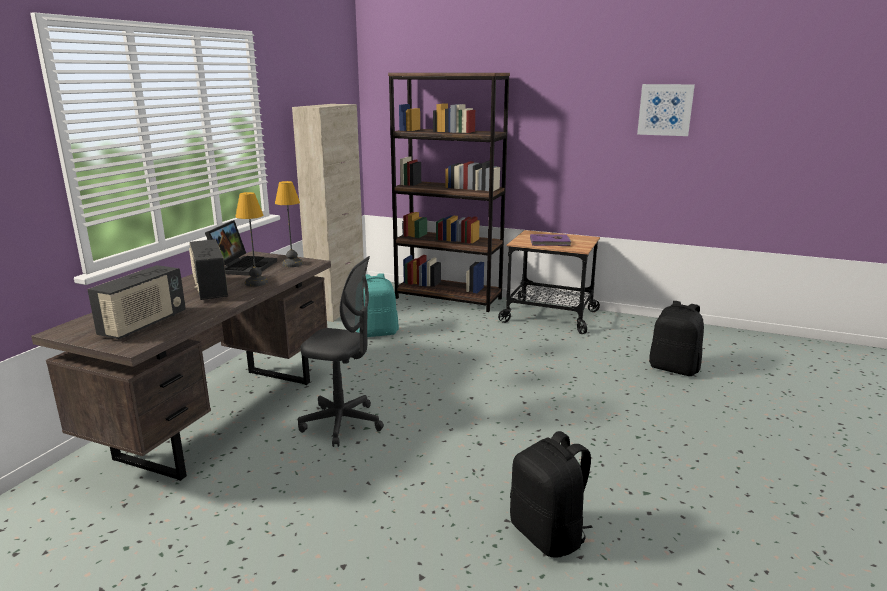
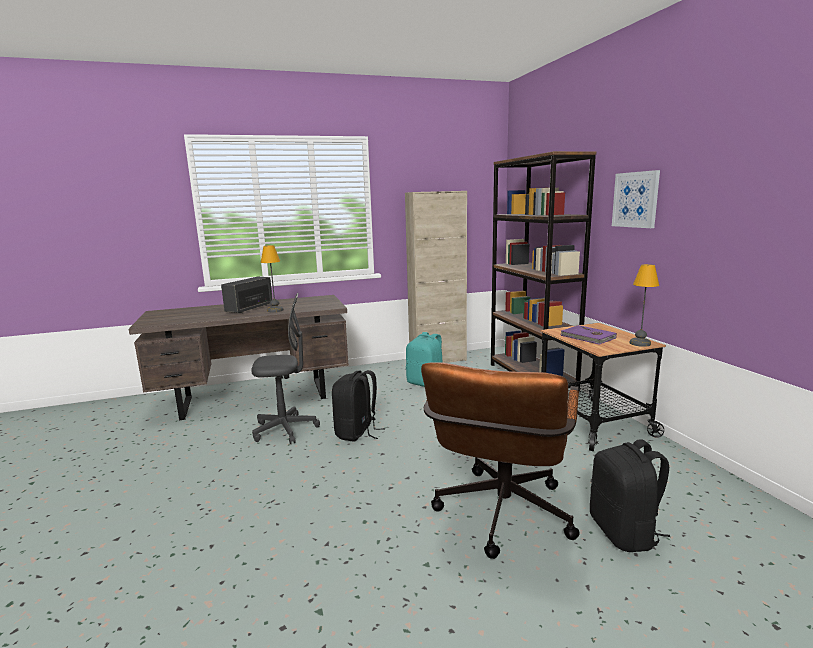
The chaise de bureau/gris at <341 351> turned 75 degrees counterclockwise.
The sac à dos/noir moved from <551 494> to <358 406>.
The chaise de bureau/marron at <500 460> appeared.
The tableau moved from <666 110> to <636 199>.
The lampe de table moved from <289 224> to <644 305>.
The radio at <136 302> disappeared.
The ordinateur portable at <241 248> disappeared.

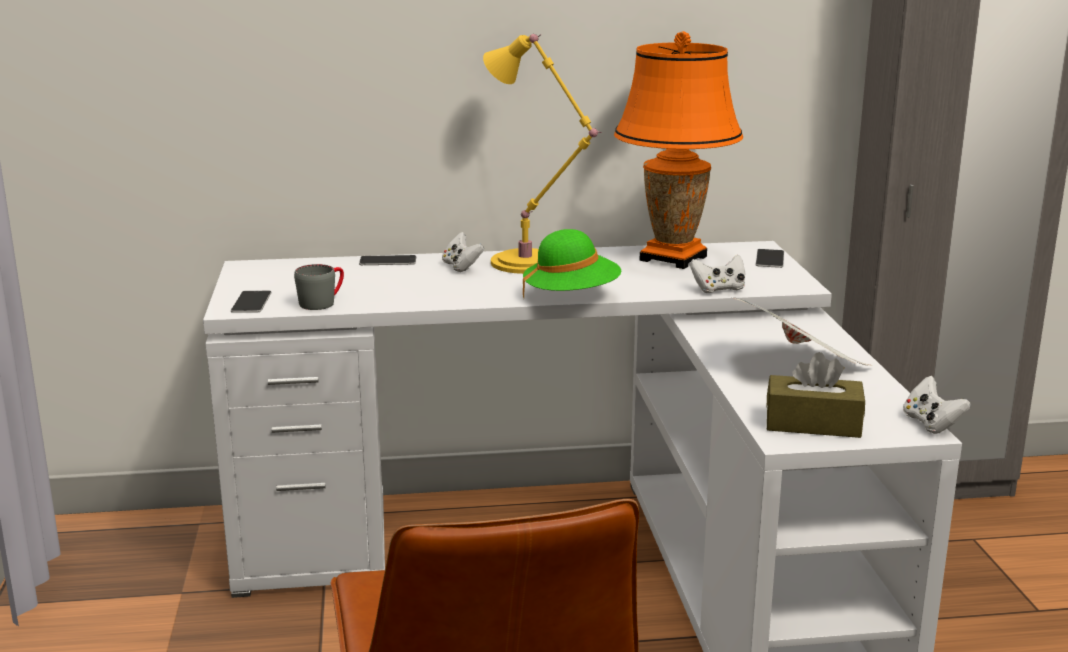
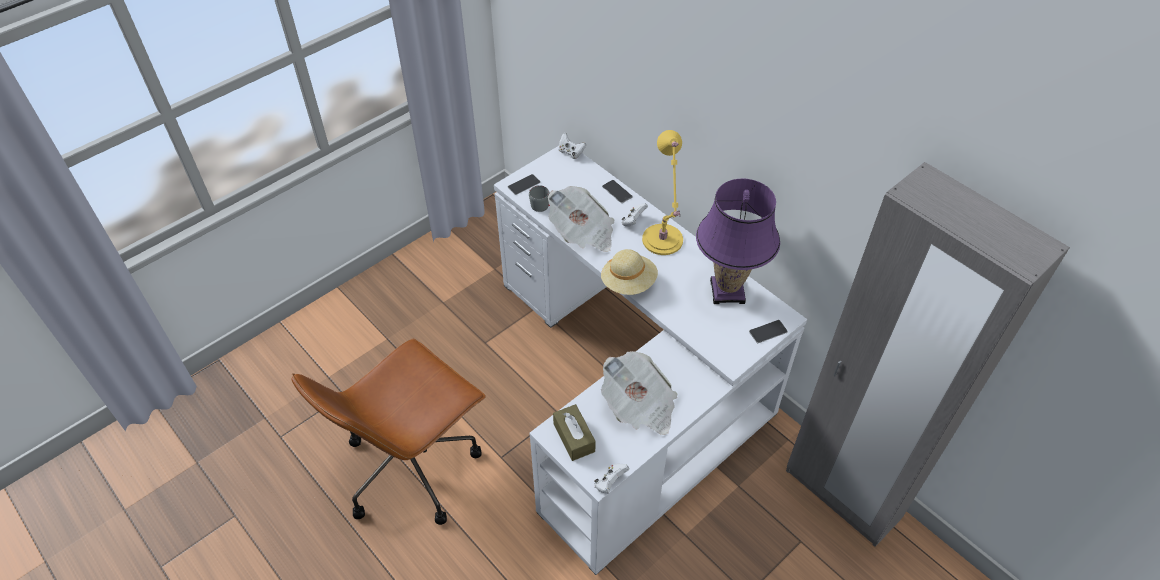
The journal at <581 219> appeared.
The manette/blanc moved from <717 274> to <572 146>.
The chapeau/vert at <572 263> became the chapeau/beige at <629 272>.
The lampe de table/orange at <678 150> became the lampe de table/violet at <738 241>.

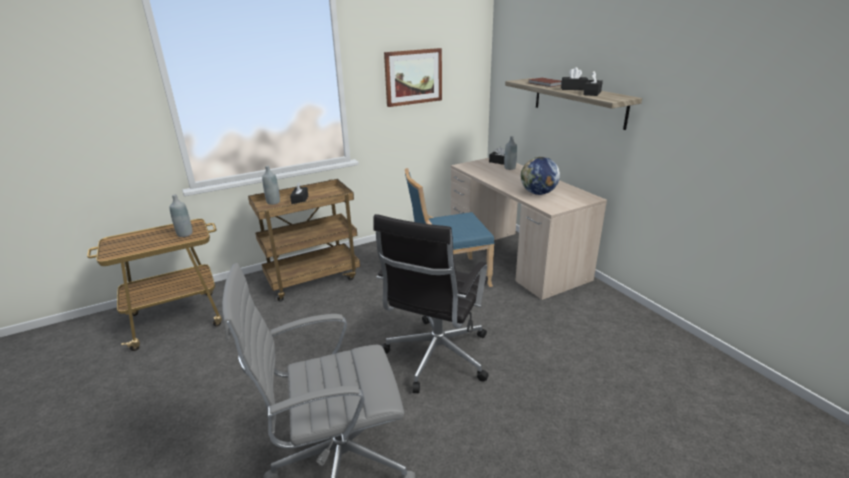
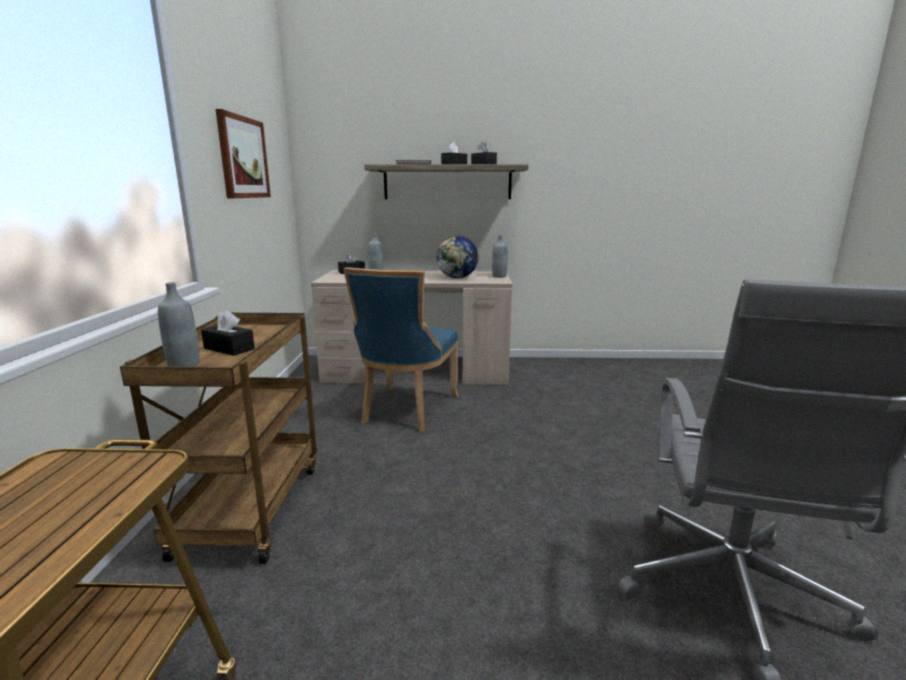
The bouteille/gris moved from <181 215> to <500 256>.
The chaise de bureau/noir at <431 303> disappeared.

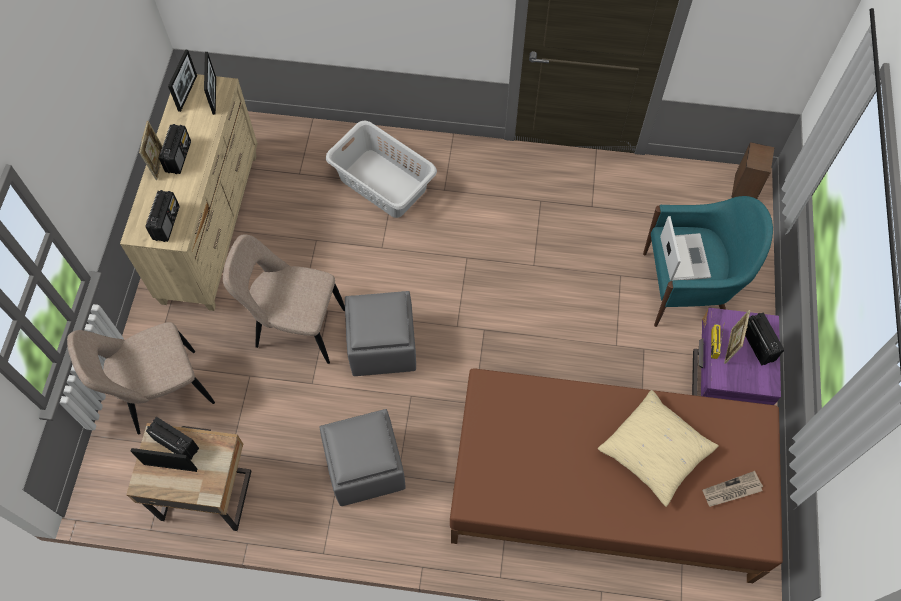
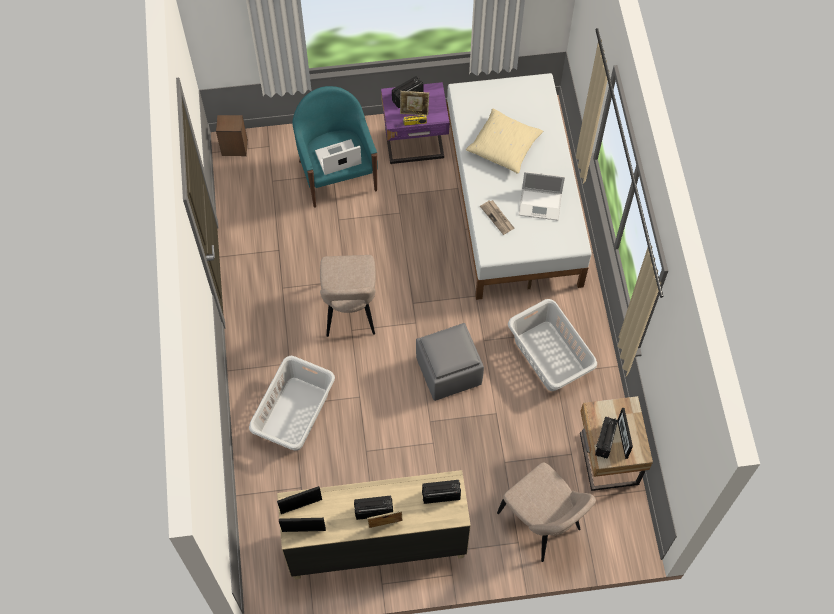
The chaise/beige moved from <284 299> to <348 296>.
The lit/marron at <616 475> became the lit/blanc at <519 186>.
The journal moved from <732 489> to <497 217>.
The pouf/gris at <362 457> was replaced by the panier à linge/gris at <552 345>.
The ordinateur portable at <542 196> appeared.

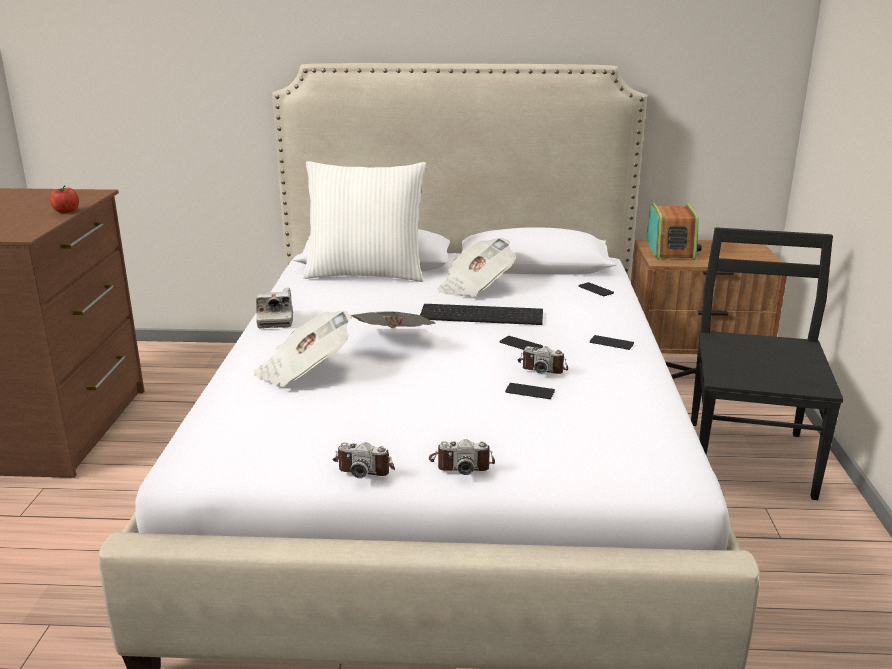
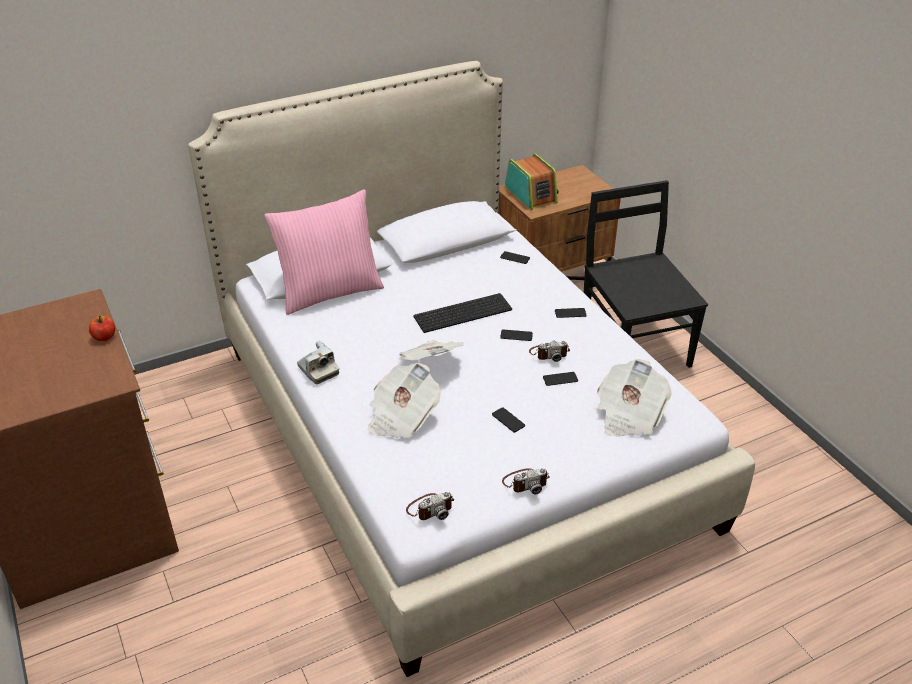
The coussin/blanc at <364 221> became the coussin/rose at <324 252>.
The appareil photo moved from <462 457> to <430 506>.
The téléphone at <508 420> appeared.
The journal moved from <477 267> to <634 398>.

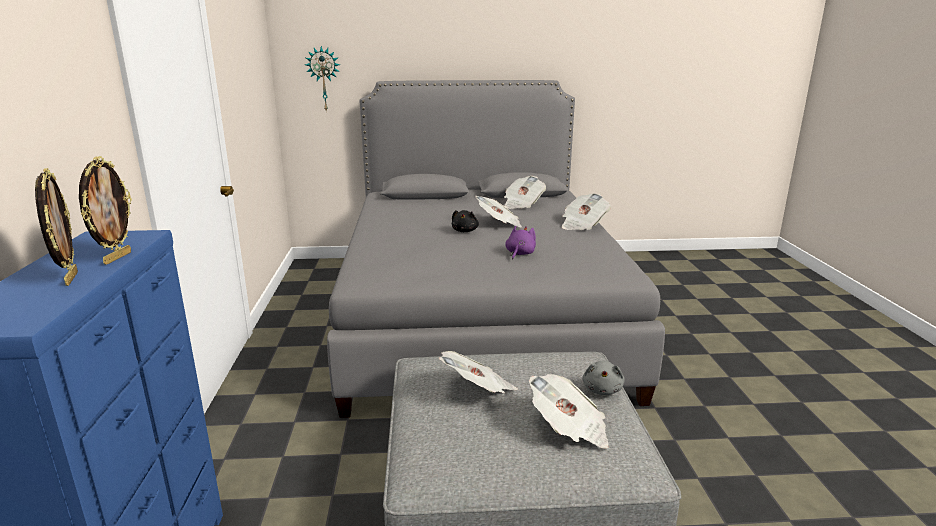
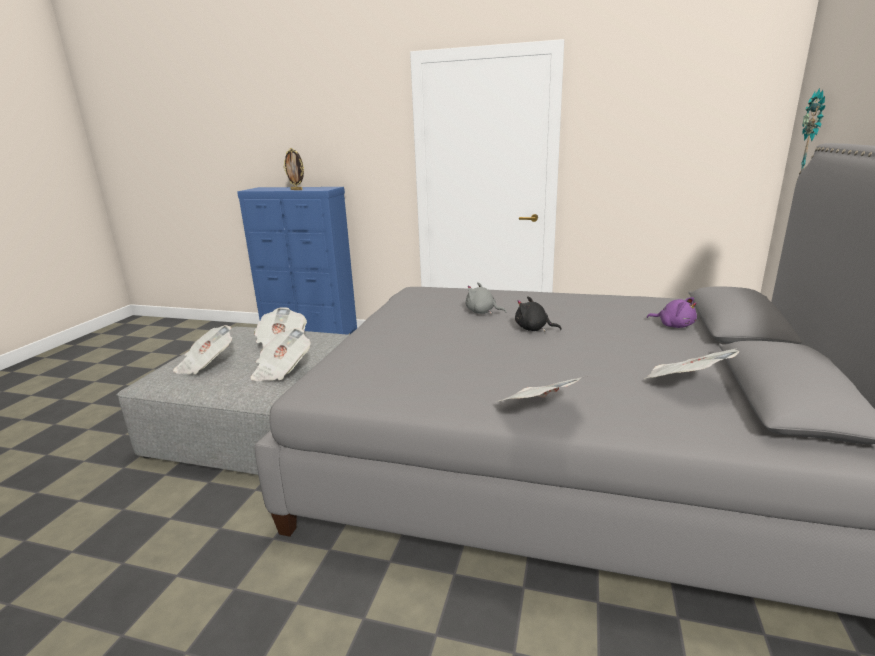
The journal moved from <498 212> to <281 354>.
The peluche/gris moved from <603 378> to <486 298>.
The peluche/violet moved from <520 242> to <672 312>.
The cadre photo at <56 227> disappeared.

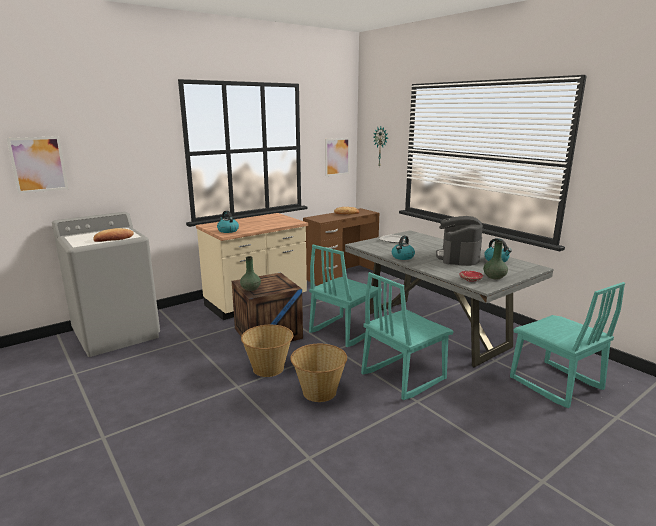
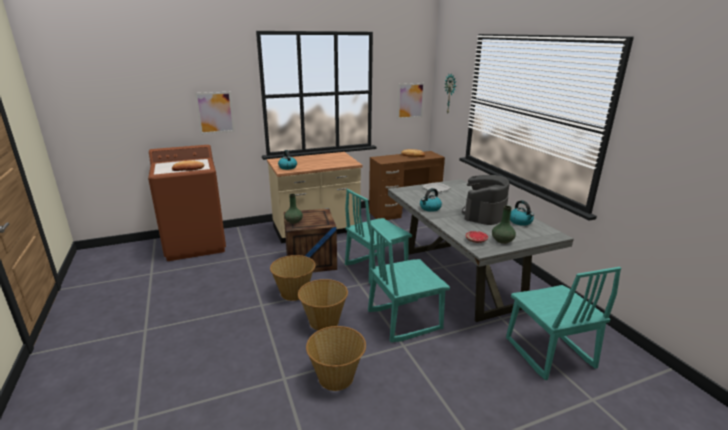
The lave-linge/gris at <106 284> became the lave-linge/marron at <187 203>.
The tableau moved from <37 165> to <215 113>.
The panier at <336 358> appeared.

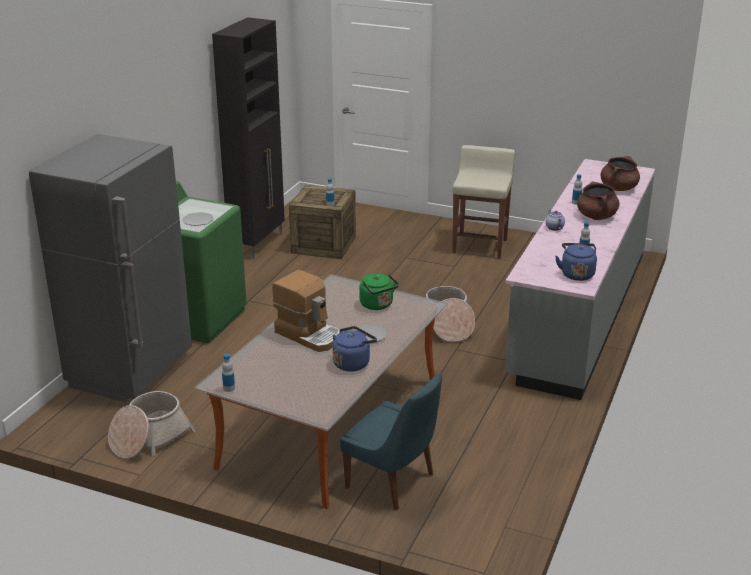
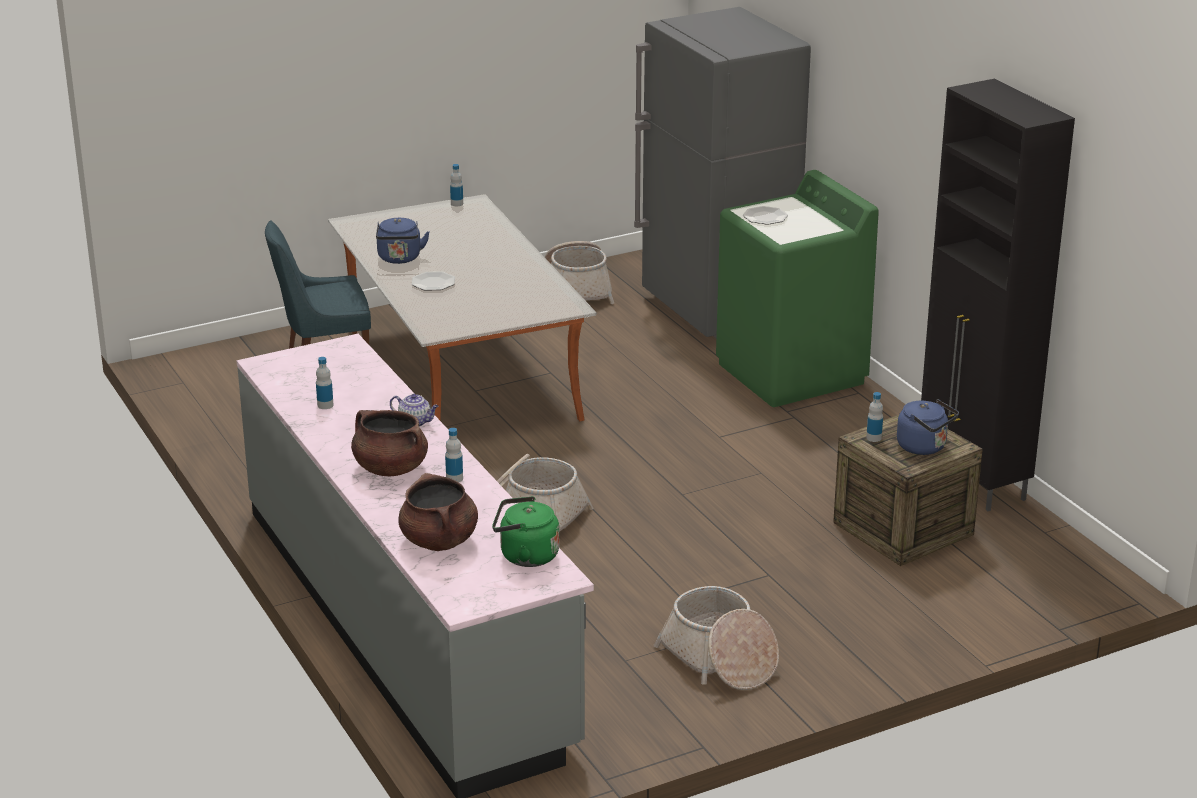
The bouilloire/vert moved from <379 292> to <526 531>.
The tabouret/beige at <483 202> was replaced by the panier at <716 638>.
The bouilloire/bleu moved from <576 262> to <928 427>.
The machine à café at <306 311> disappeared.

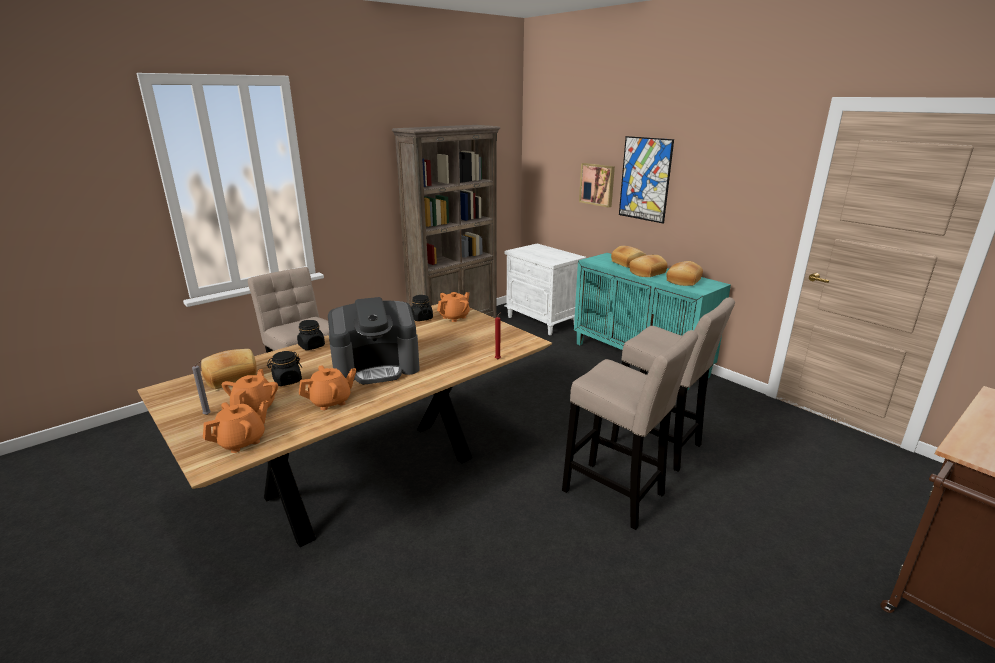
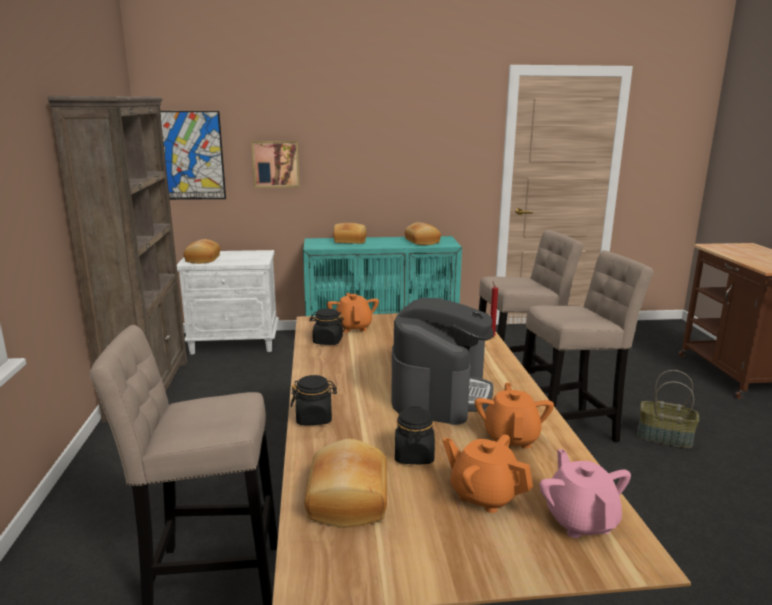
The tableau moved from <646 179> to <193 155>.
The pain moved from <648 266> to <202 251>.
The théière/orange at <235 426> became the théière/rose at <585 493>.
The panier at <668 409> appeared.
The bougie/gris at <201 388> disappeared.

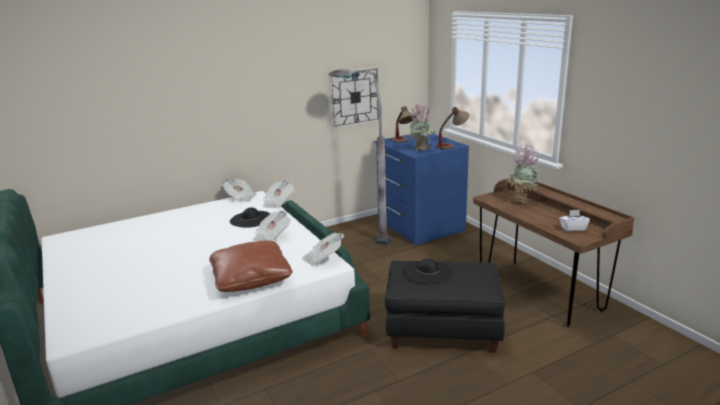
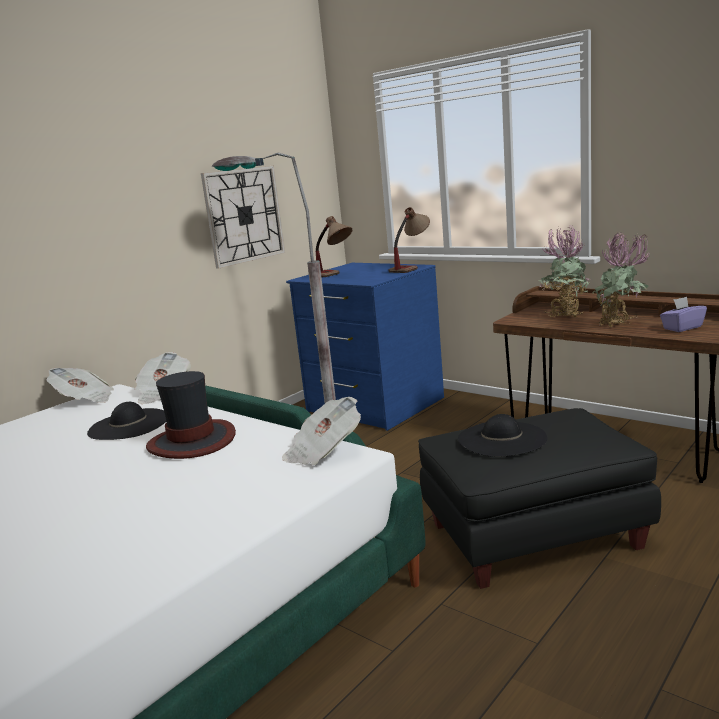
The journal at <271 226> was replaced by the chapeau at <191 415>.
The plante en pot moved from <422 128> to <621 279>.
The boîte à mouchoirs/blanc at <574 220> became the boîte à mouchoirs/violet at <683 314>.
The coussin/marron at <251 266> disappeared.

